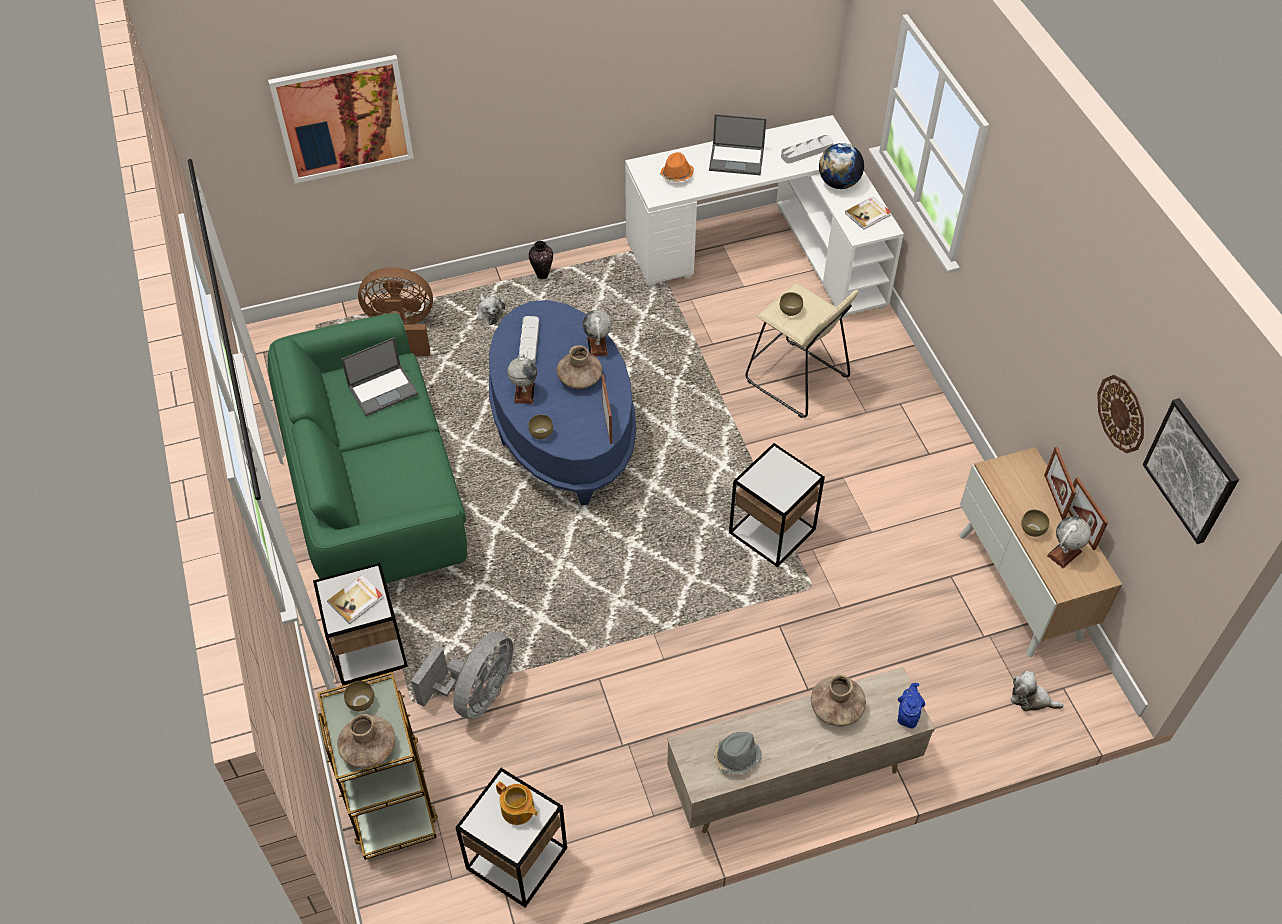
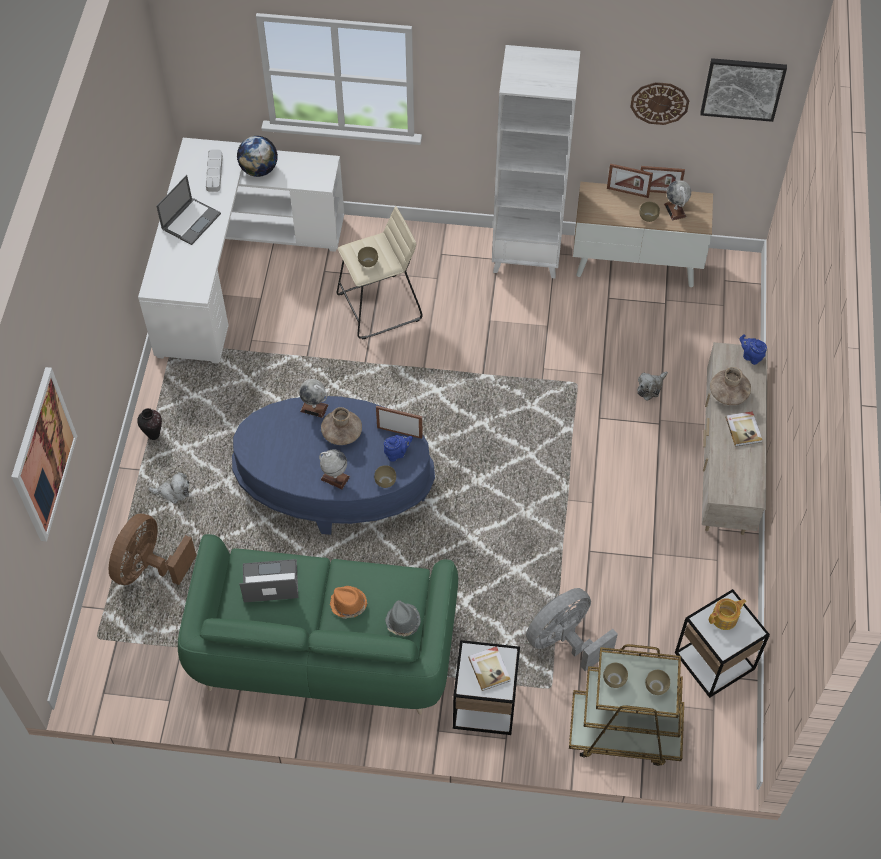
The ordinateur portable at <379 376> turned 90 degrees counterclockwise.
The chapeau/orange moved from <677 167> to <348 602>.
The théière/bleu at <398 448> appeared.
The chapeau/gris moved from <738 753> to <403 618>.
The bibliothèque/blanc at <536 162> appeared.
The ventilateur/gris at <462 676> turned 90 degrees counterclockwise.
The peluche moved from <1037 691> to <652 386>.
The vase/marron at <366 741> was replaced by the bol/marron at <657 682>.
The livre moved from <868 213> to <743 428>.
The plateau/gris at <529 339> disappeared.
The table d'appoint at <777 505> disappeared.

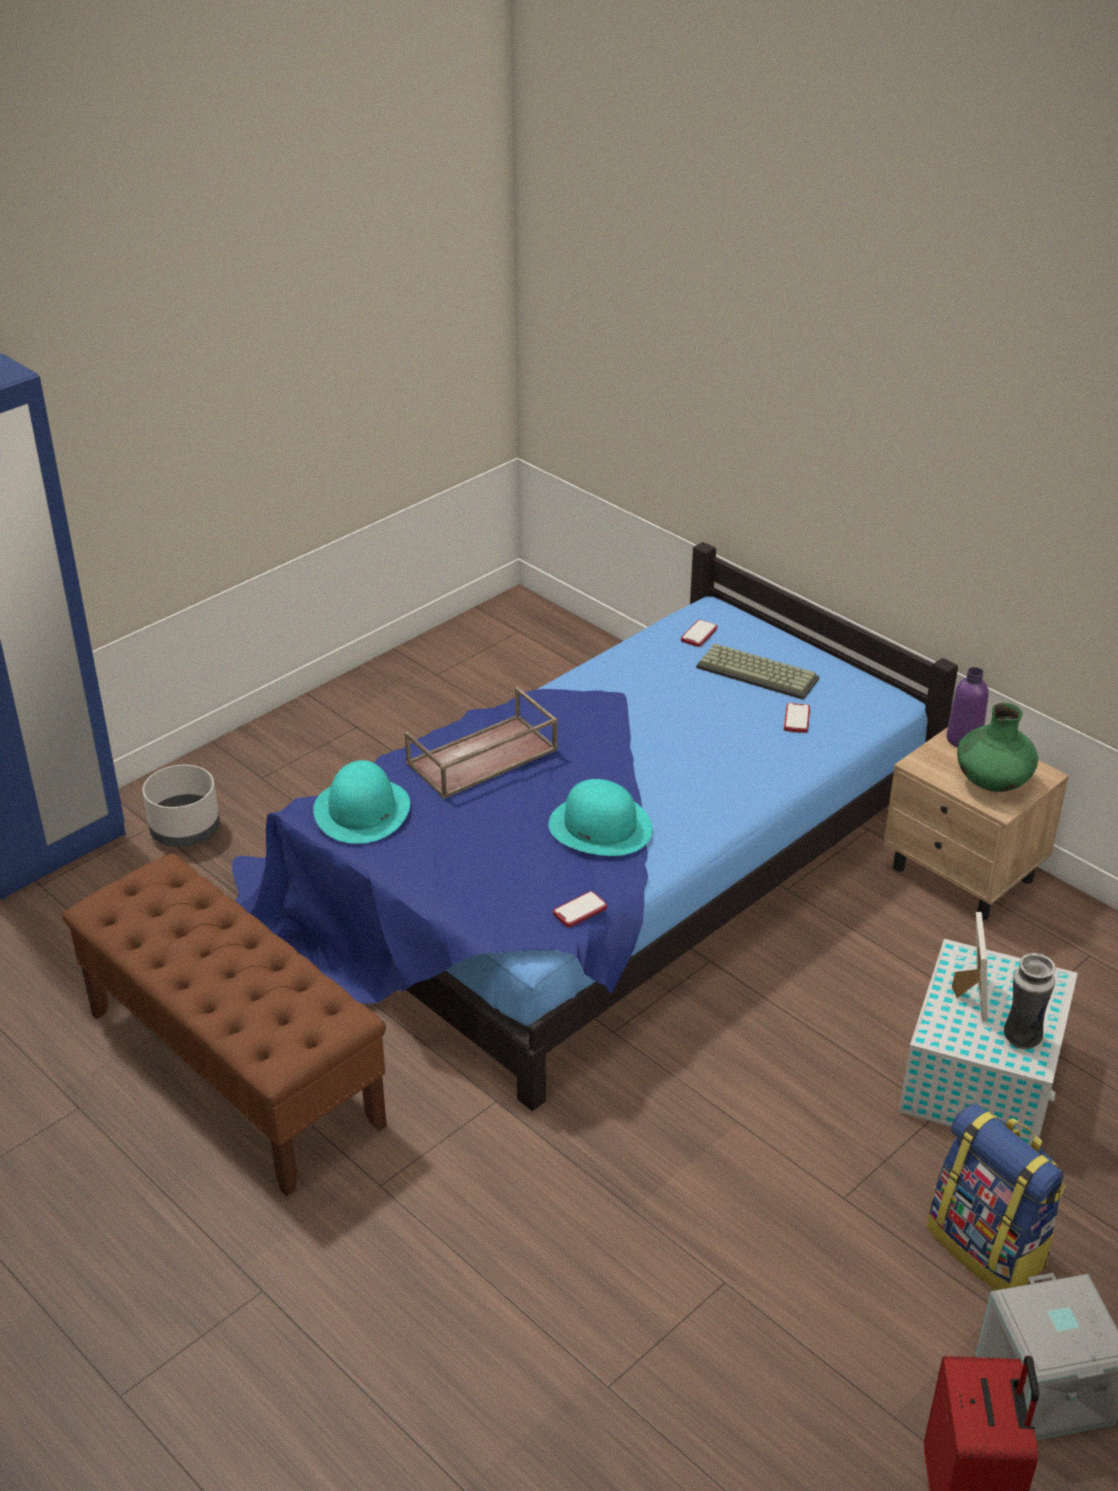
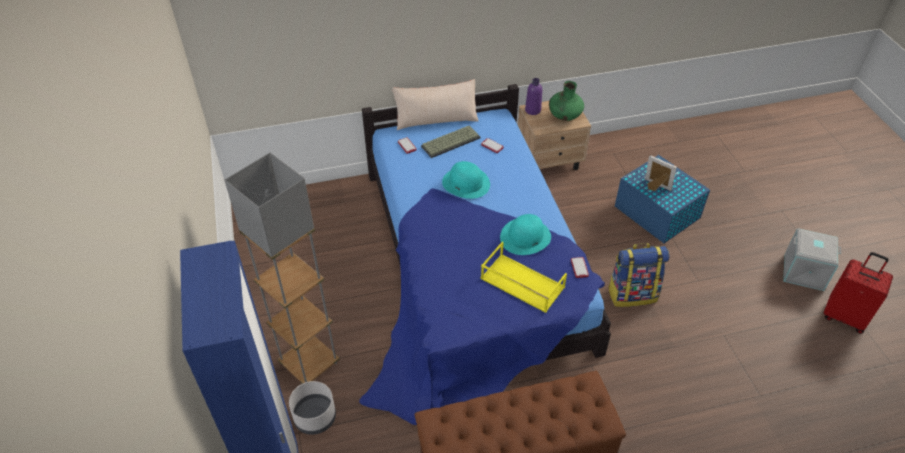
The lampadaire/gris at <282 268> appeared.
The coussin/beige at <435 104> appeared.
The chapeau/turquoise moved from <361 802> to <466 180>.
The plateau/jaune at <524 277> appeared.
The sac à dos moved from <996 1196> to <639 275>.
The boîte de rangement/blanc at <988 1042> became the boîte de rangement/bleu at <662 199>.
The plateau/marron at <481 743> disappeared.
The vase at <1030 1001> disappeared.

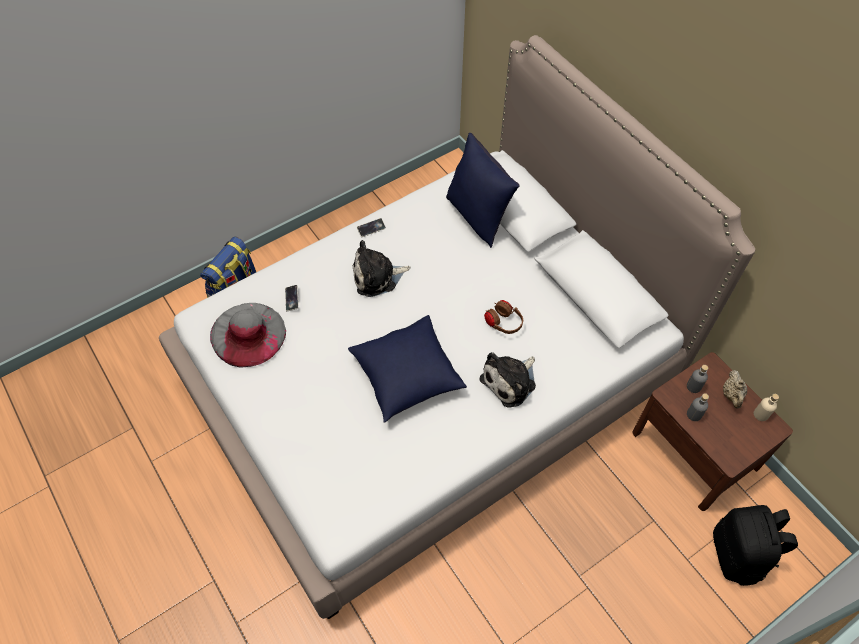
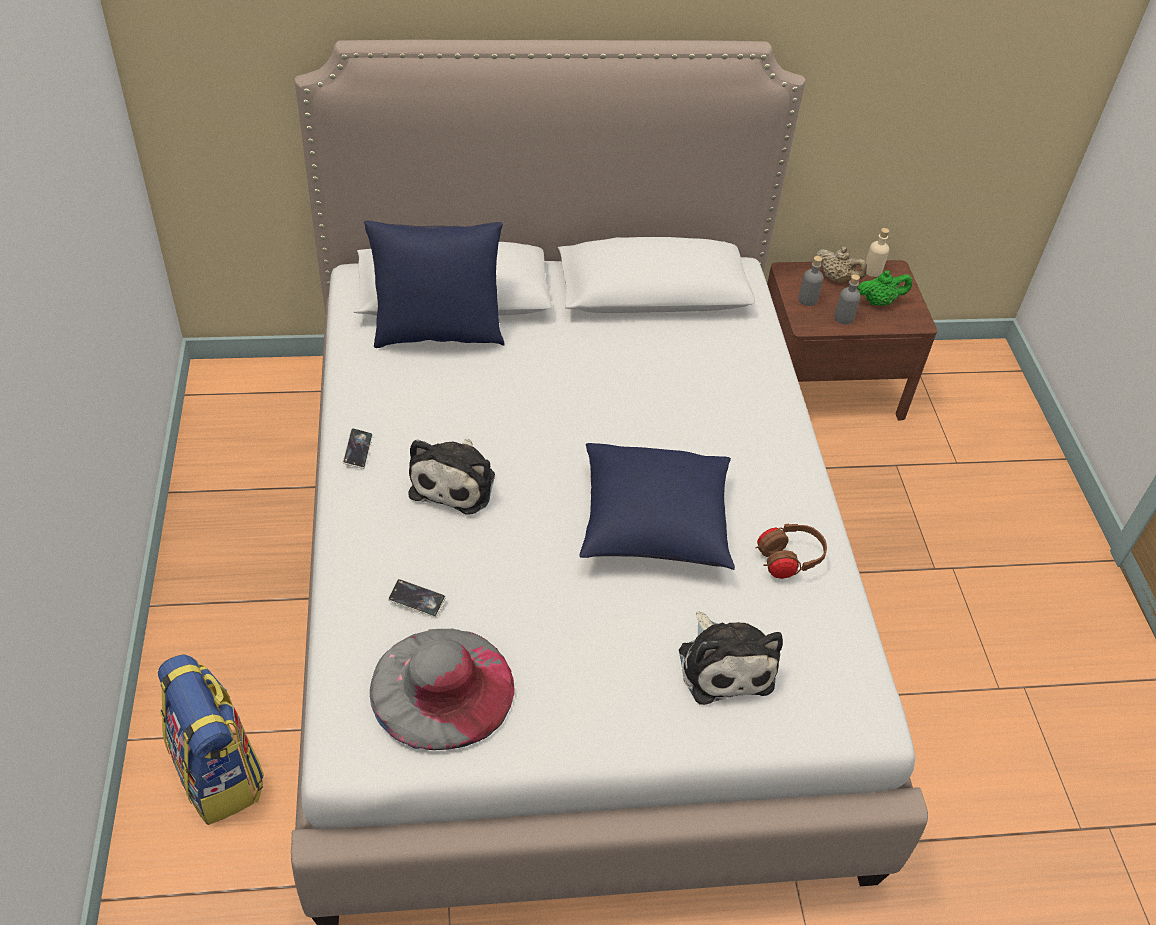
The peluche moved from <507 380> to <731 658>.
The casque audio/marron moved from <503 317> to <791 551>.
The théière/vert at <884 288> appeared.
The sac à dos/noir at <755 545> disappeared.

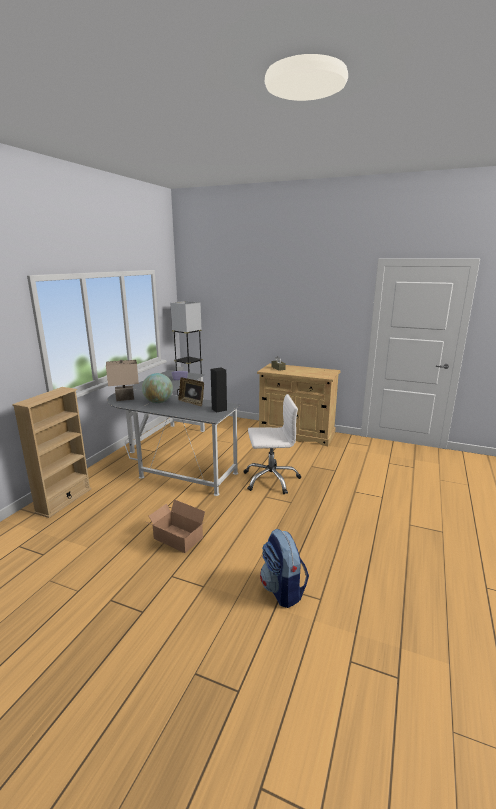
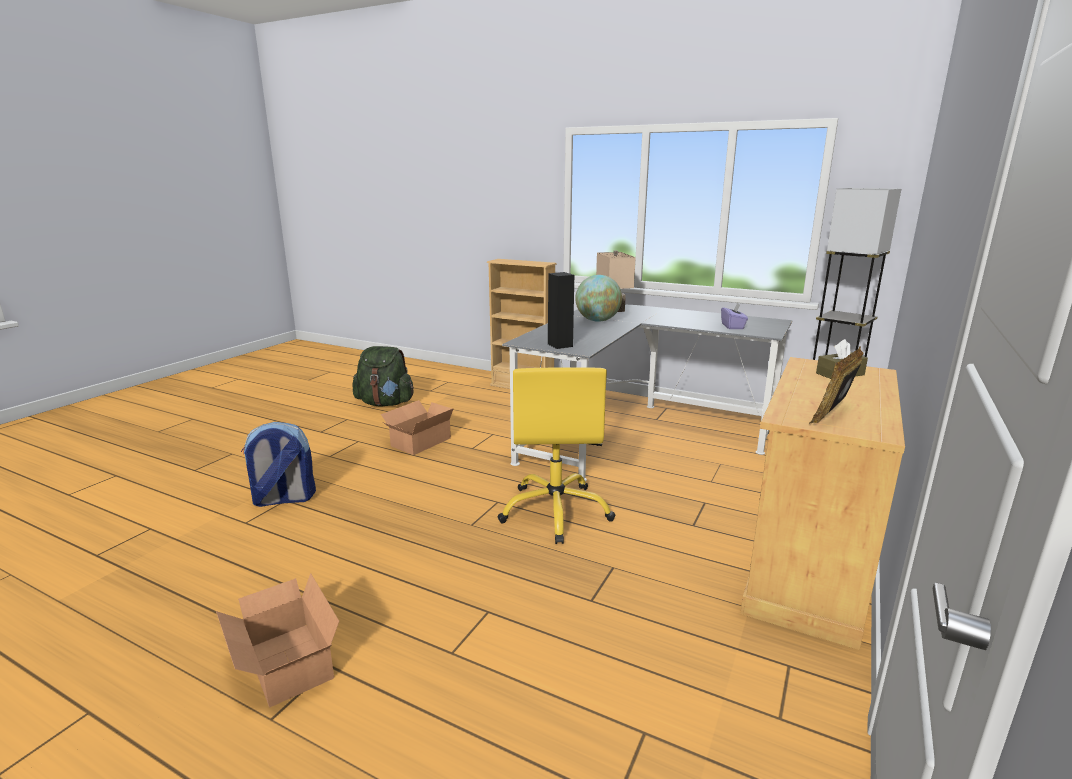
The carton at <277 640> appeared.
The sac à dos/vert at <383 376> appeared.
The chaise de bureau/blanc at <272 444> became the chaise de bureau/jaune at <556 455>.
The cadre photo moved from <191 392> to <836 384>.

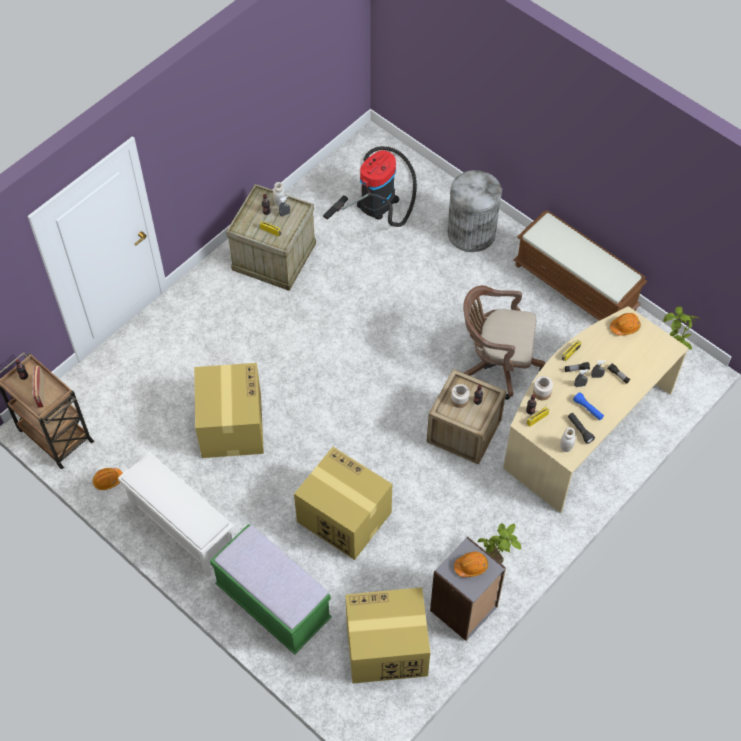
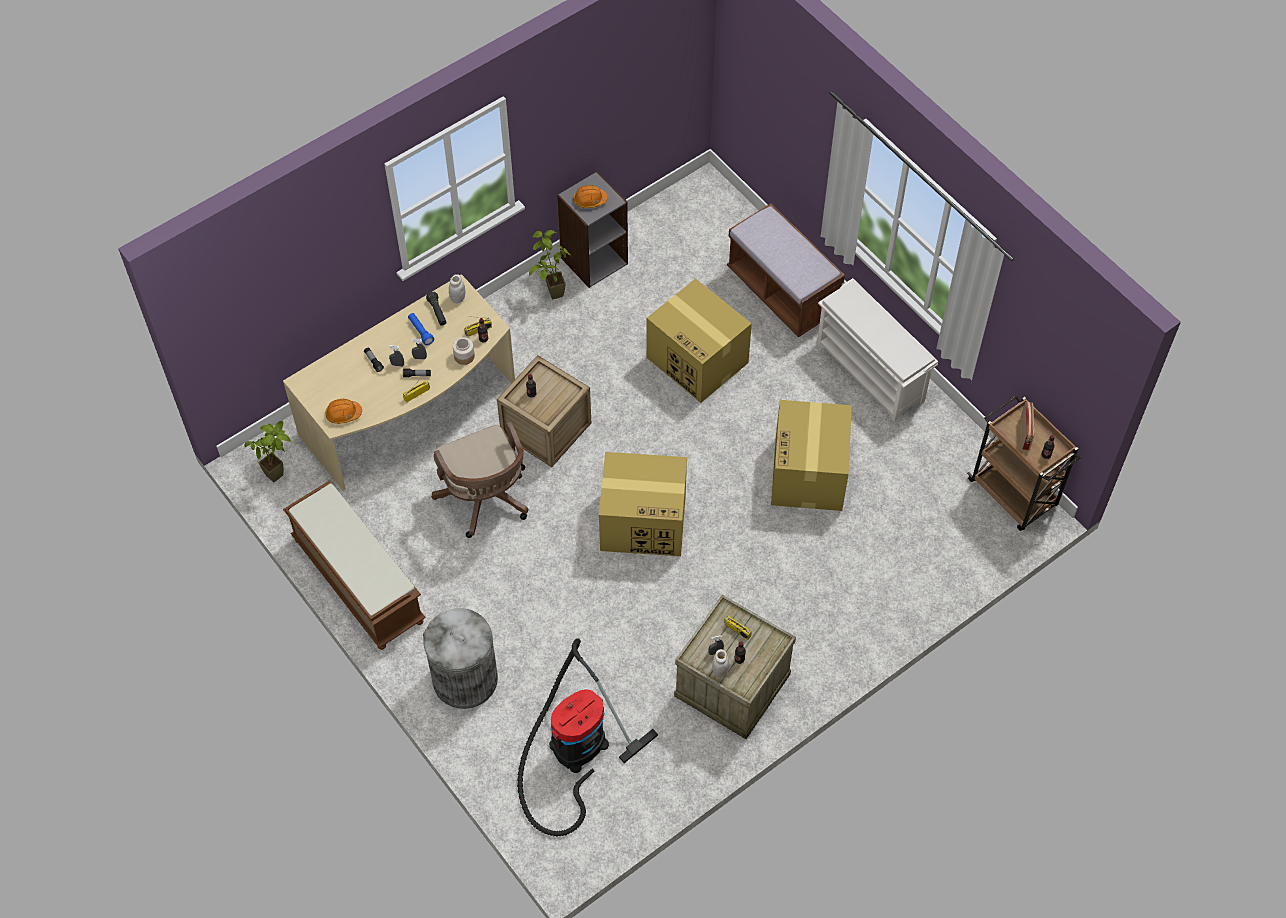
The chaise de bureau/marron at <504 342> turned 45 degrees clockwise.
The carton moved from <387 635> to <643 504>.
The banc/vert at <271 589> became the banc/marron at <786 270>.
The casque de chantier/orange at <108 479> disappeared.
The bocal at <460 396> disappeared.

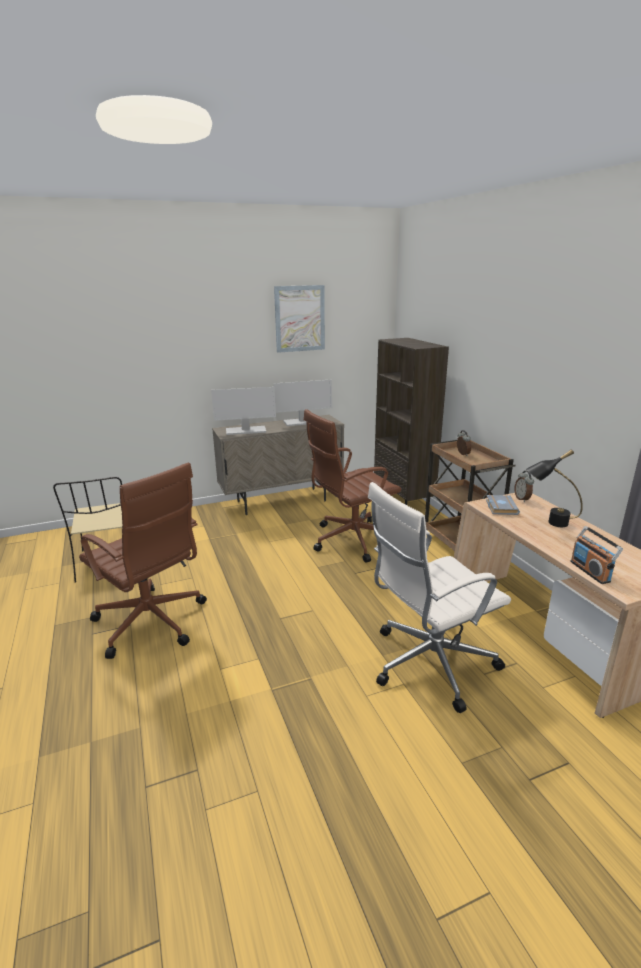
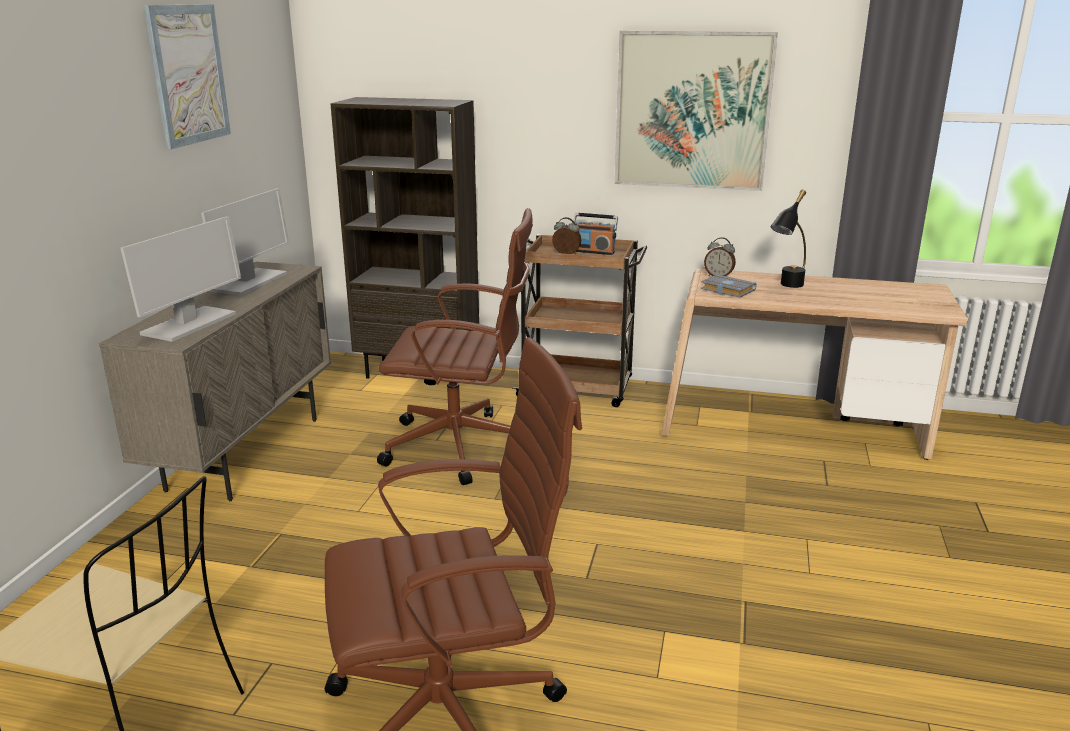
The chaise de bureau/marron at <352 486> turned 90 degrees counterclockwise.
The radio moved from <596 555> to <596 234>.
The tableau at <696 111> appeared.
The chaise de bureau/blanc at <439 597> disappeared.

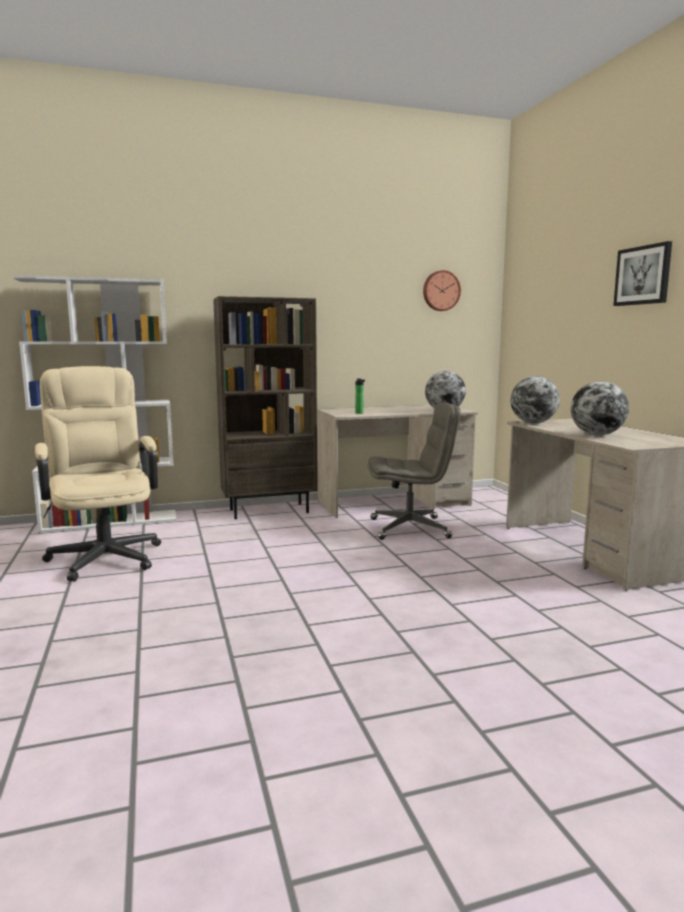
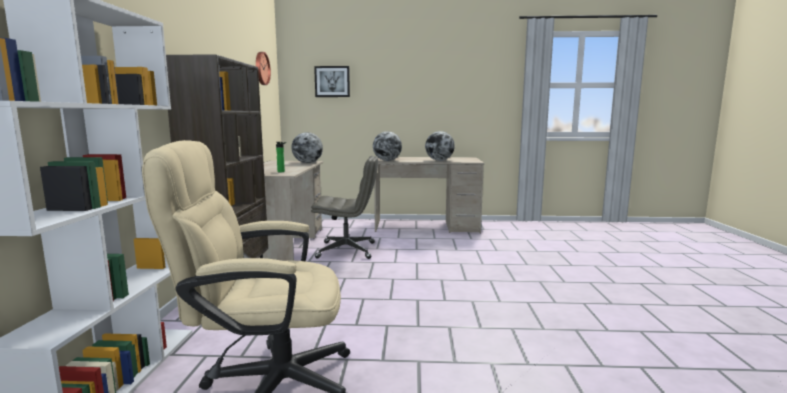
The chaise de bureau/gris at <414 471> turned 75 degrees clockwise.
The tableau moved from <642 273> to <332 81>.

